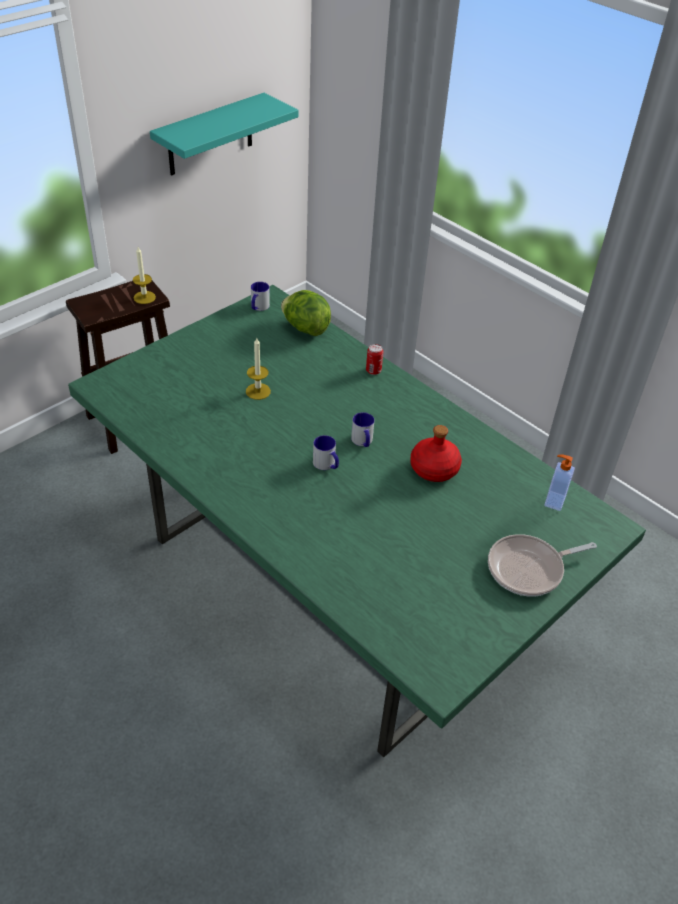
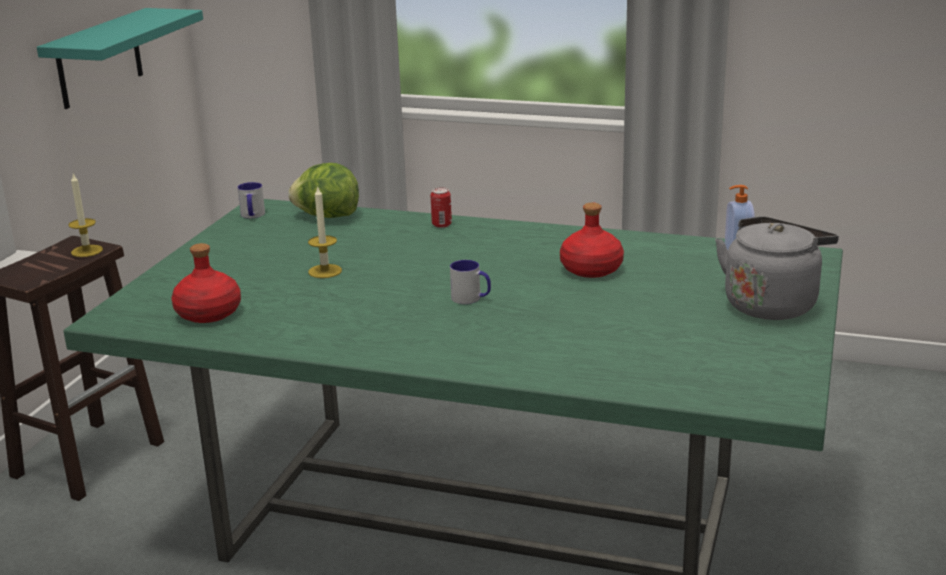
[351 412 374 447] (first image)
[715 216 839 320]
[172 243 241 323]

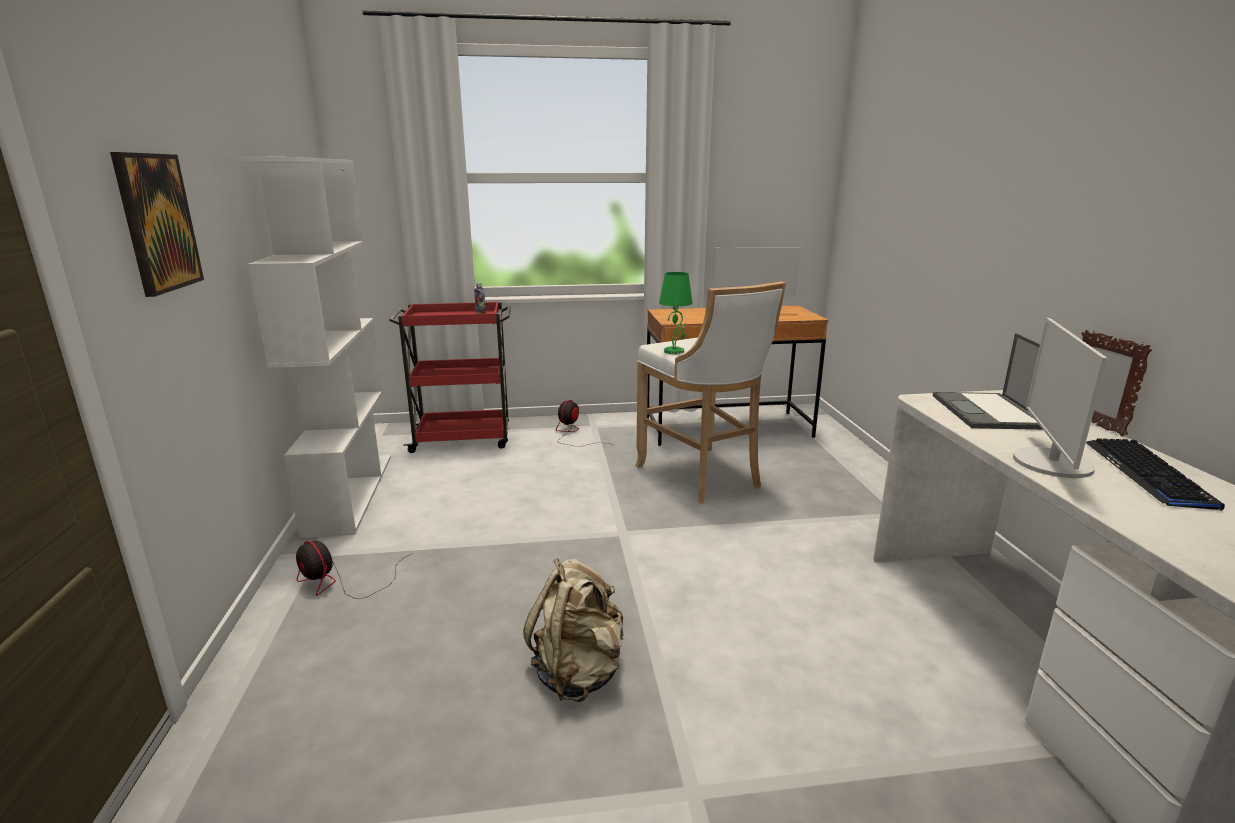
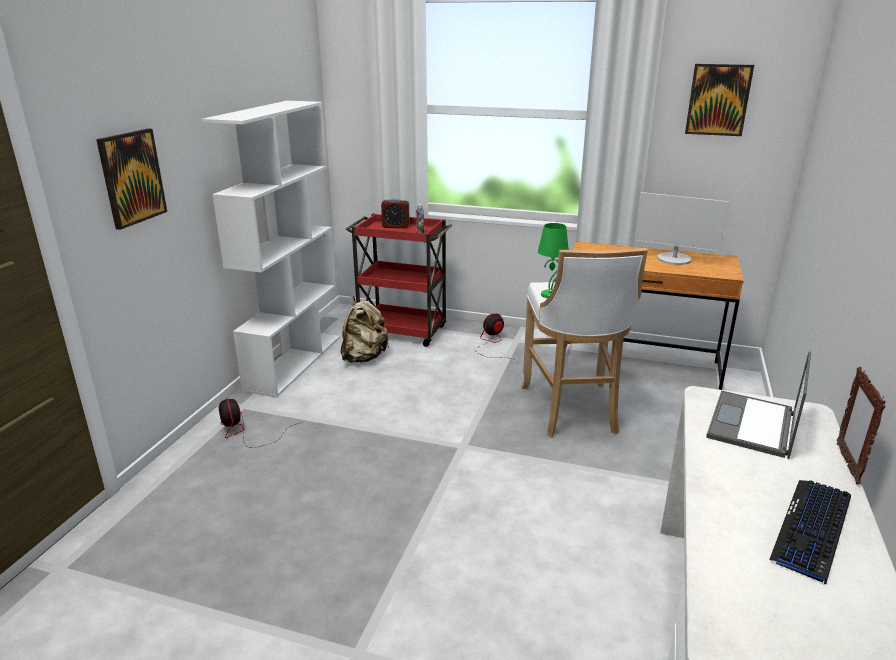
[1013 318 1108 478] (first image)
[341 296 389 363]
[685 64 754 136]
[381 198 410 228]

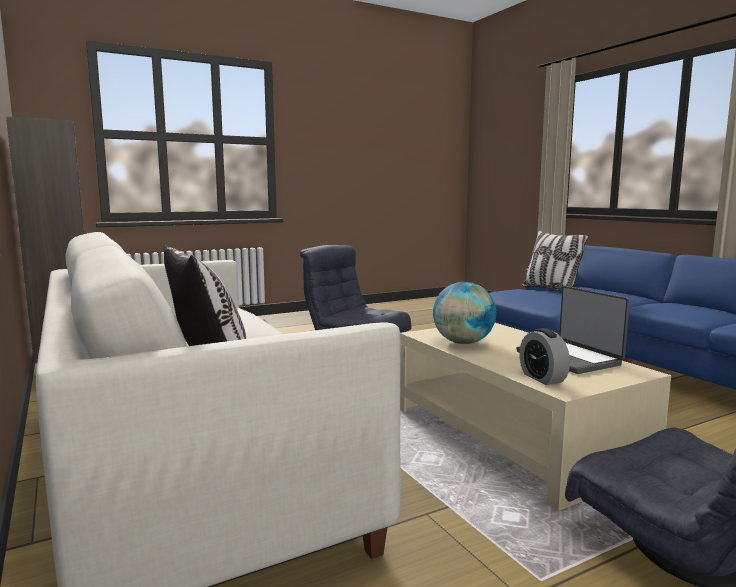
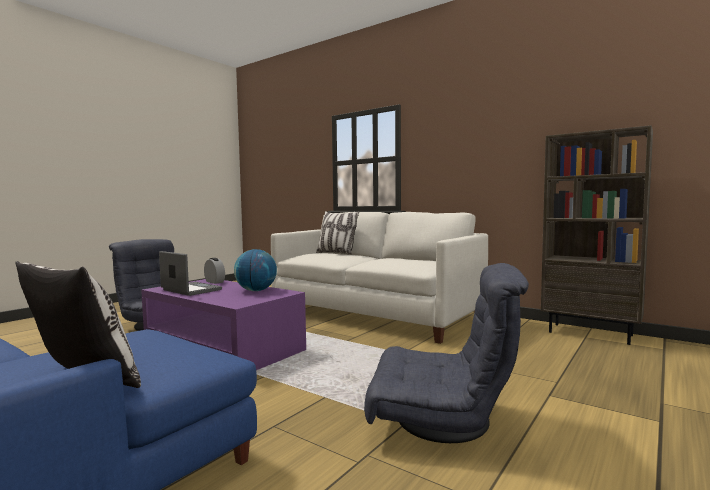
[141 279 306 370]

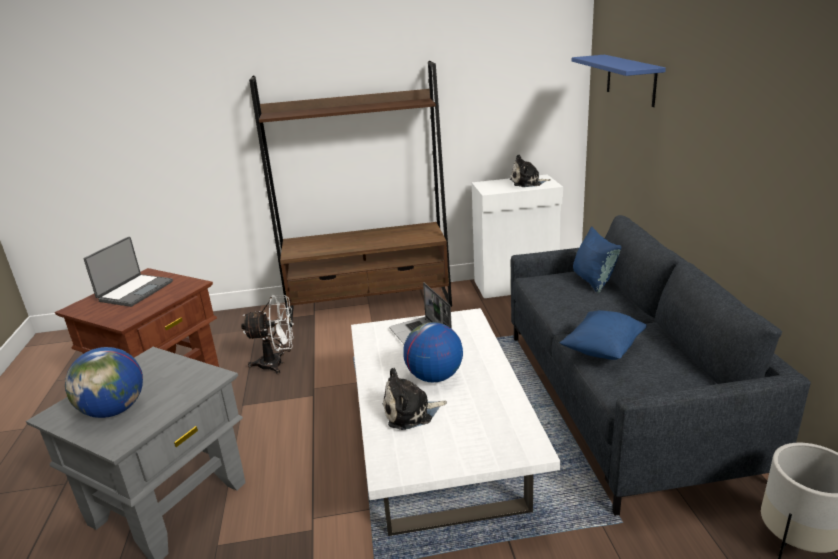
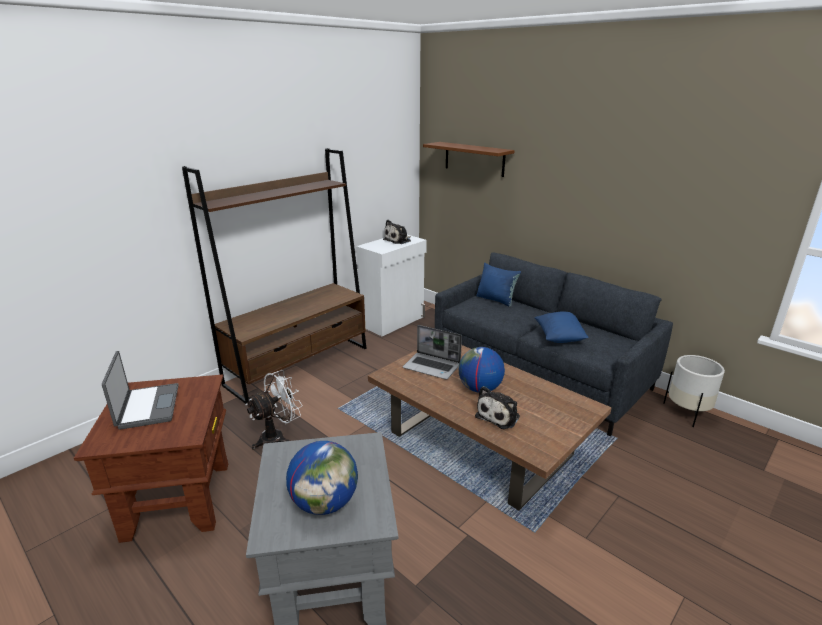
[423 142 515 177]
[368 345 612 510]

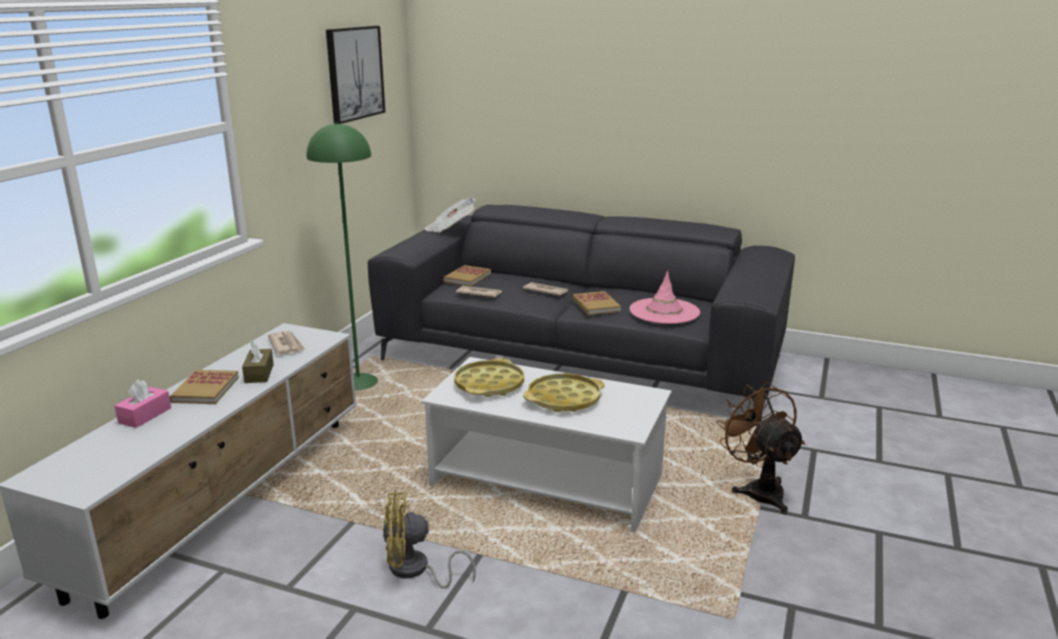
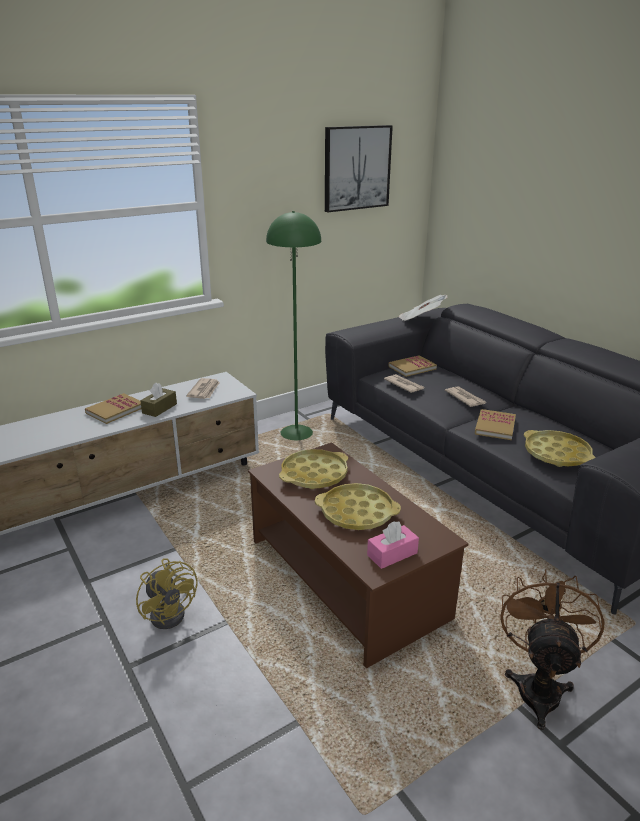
[524 430 596 467]
[248 442 468 668]
[367 521 419 569]
[136 558 197 629]

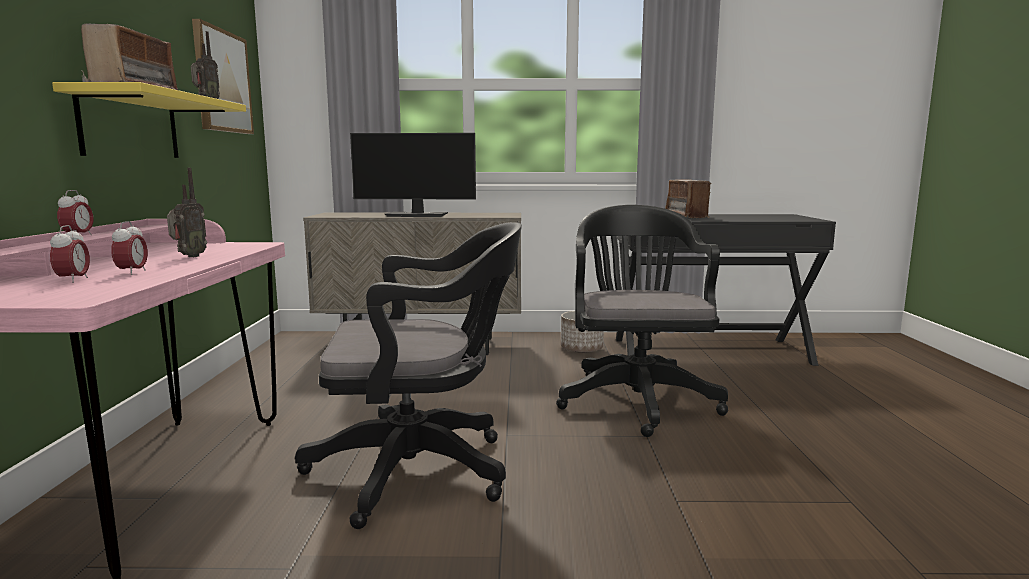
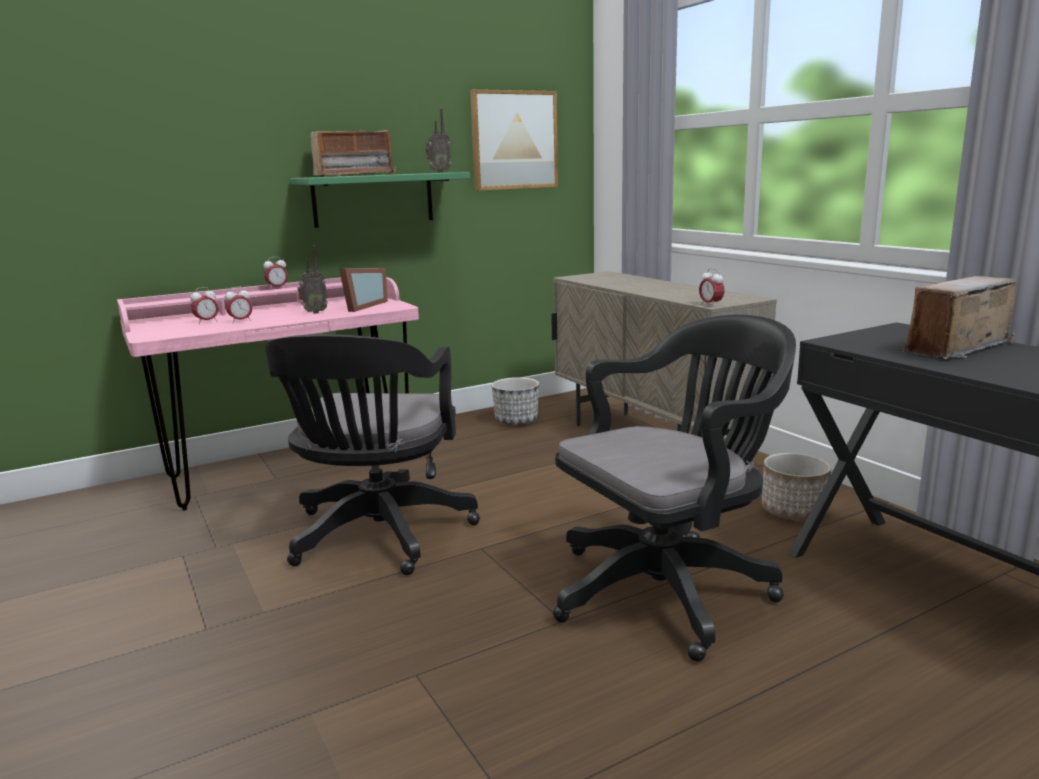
[291 172 470 228]
[350 133 476 217] (first image)
[264 334 480 575]
[339 268 388 312]
[699 268 725 307]
[492 377 539 426]

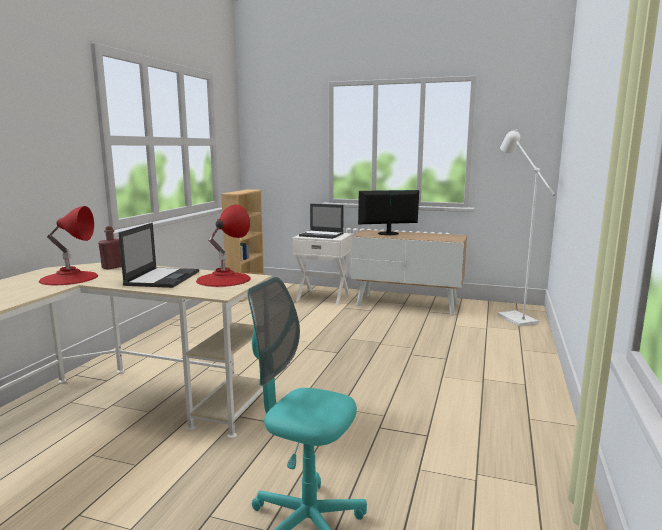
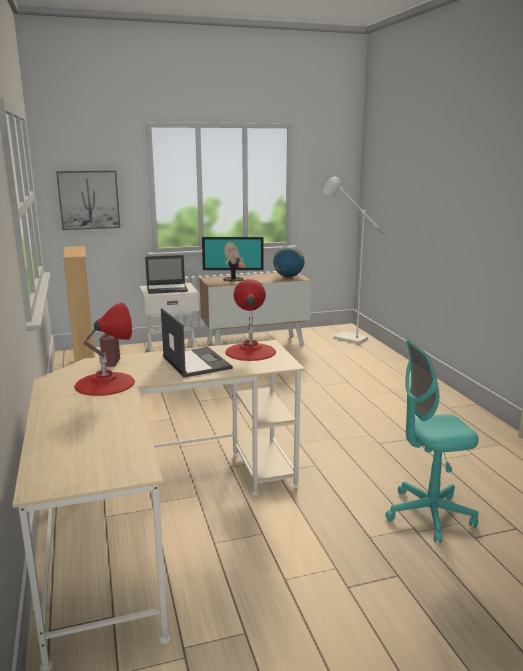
[202 237 263 282]
[56 170 120 230]
[273 246 305 277]

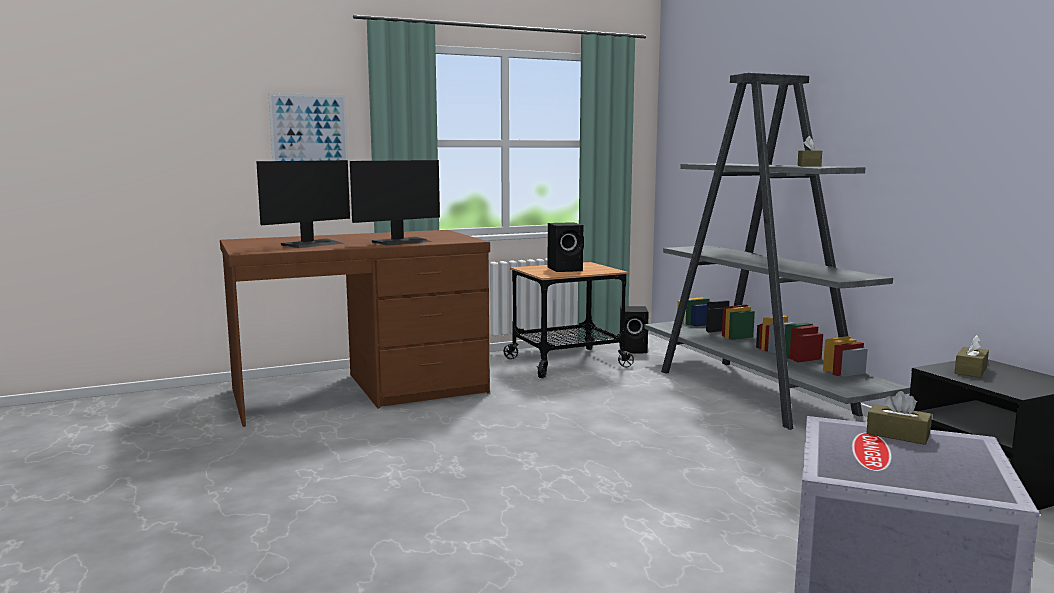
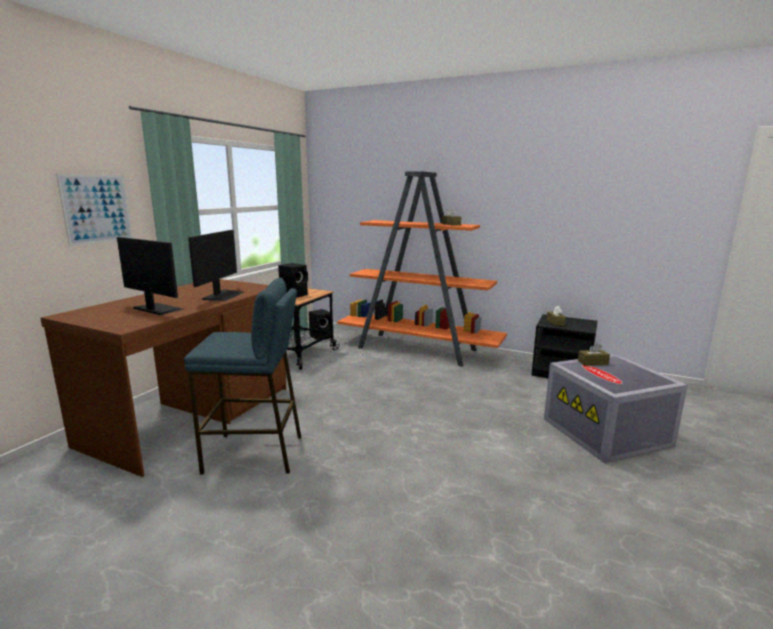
[337 171 507 367]
[117 237 184 315]
[184 277 301 475]

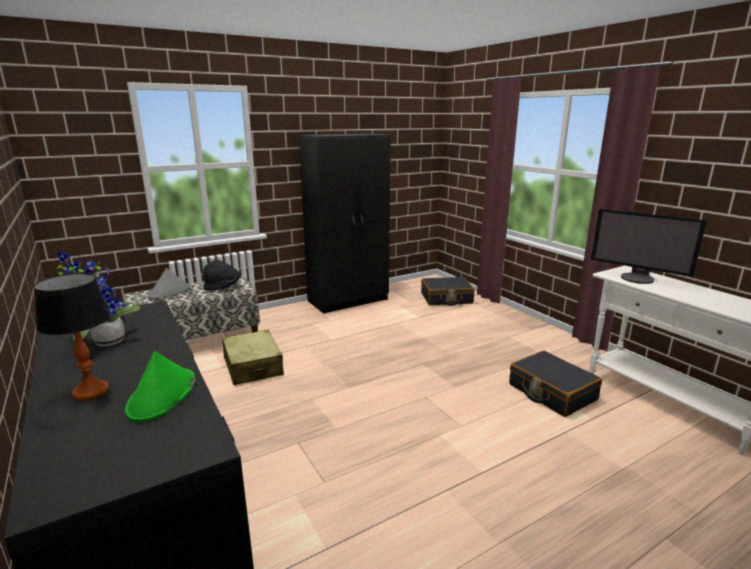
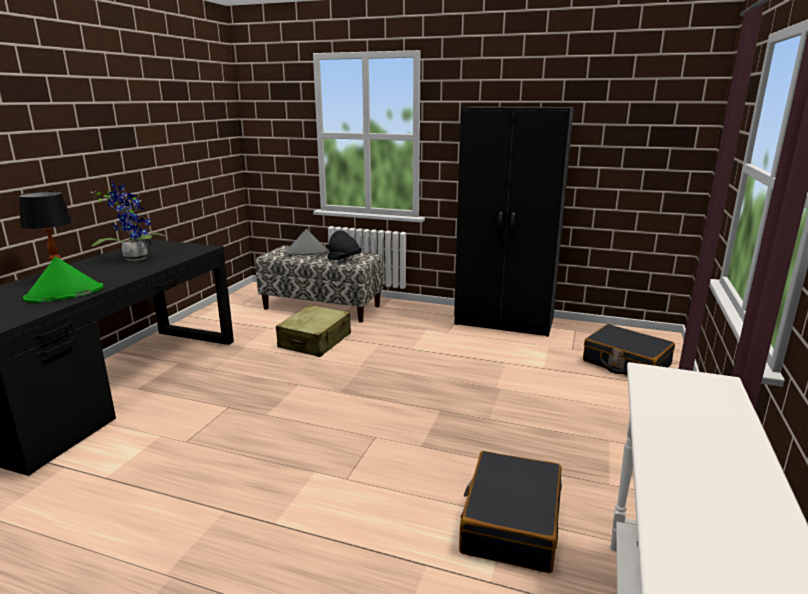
[591 209 707 284] (first image)

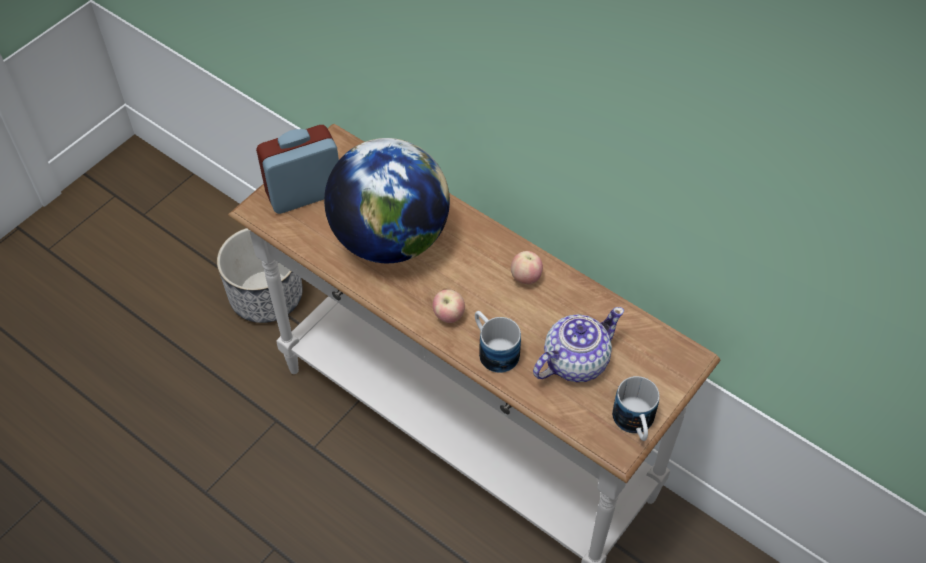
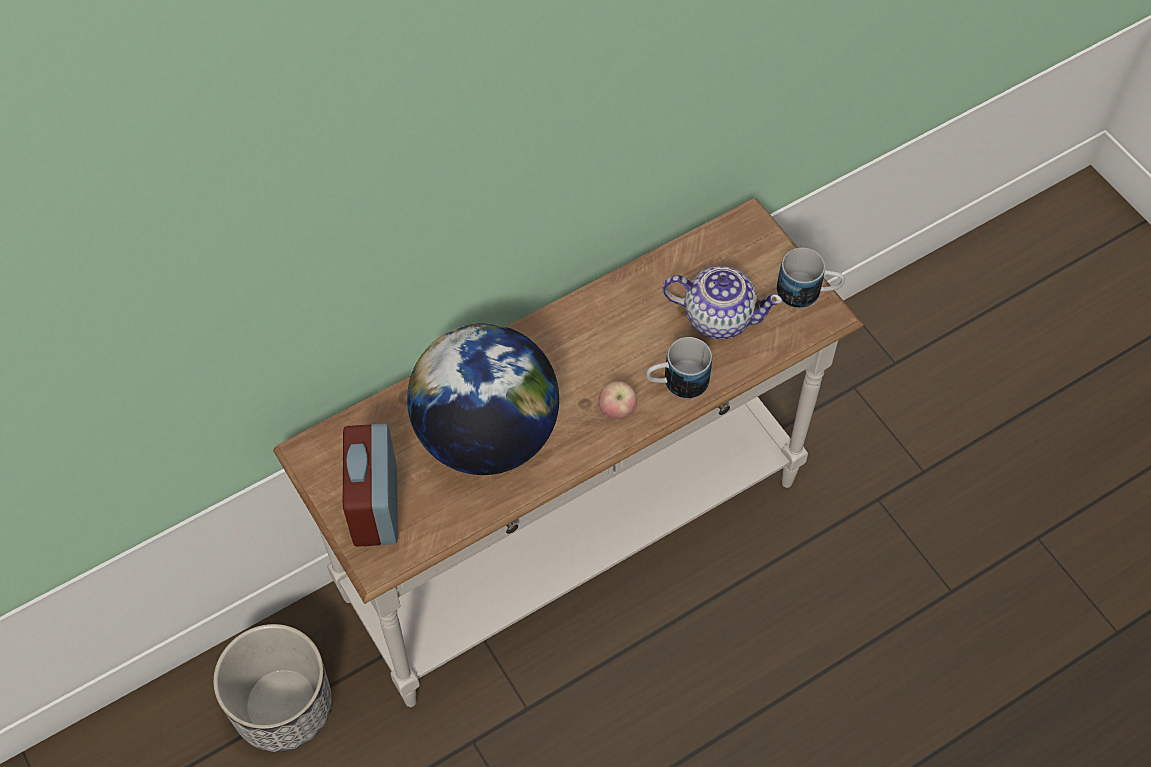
[511 251 543 284] (first image)
[663 266 783 339]

